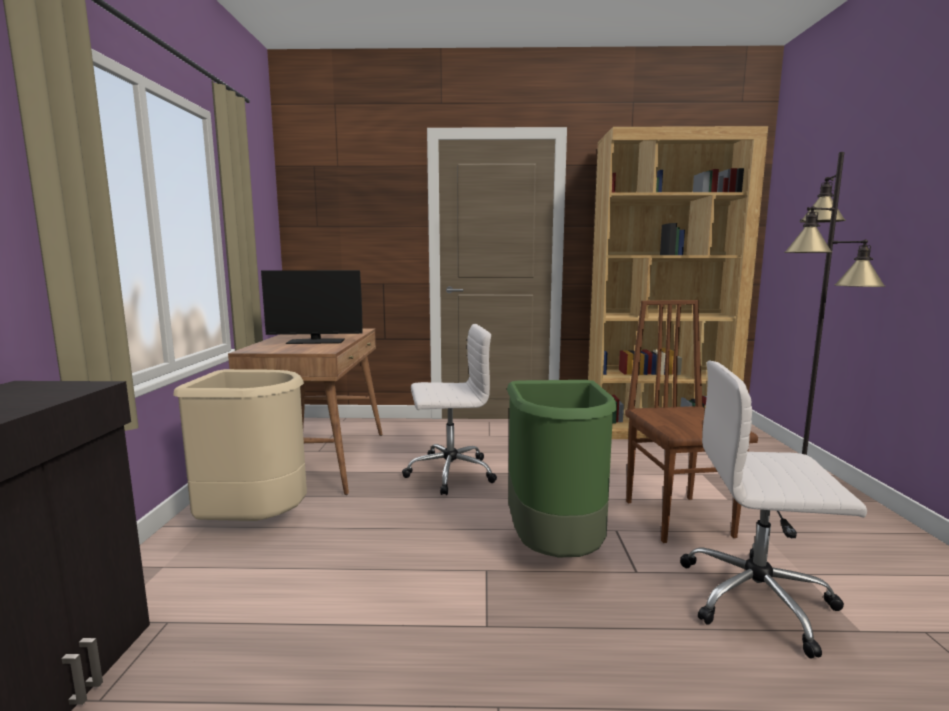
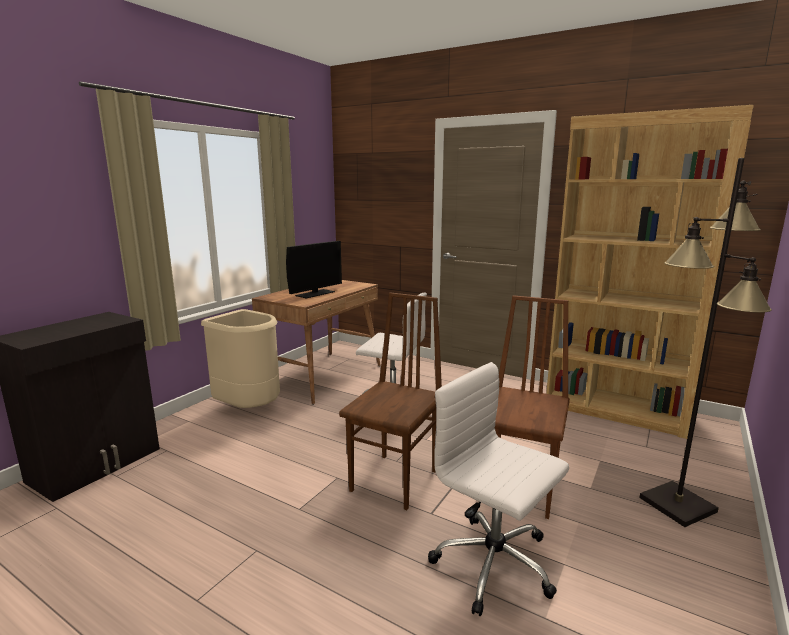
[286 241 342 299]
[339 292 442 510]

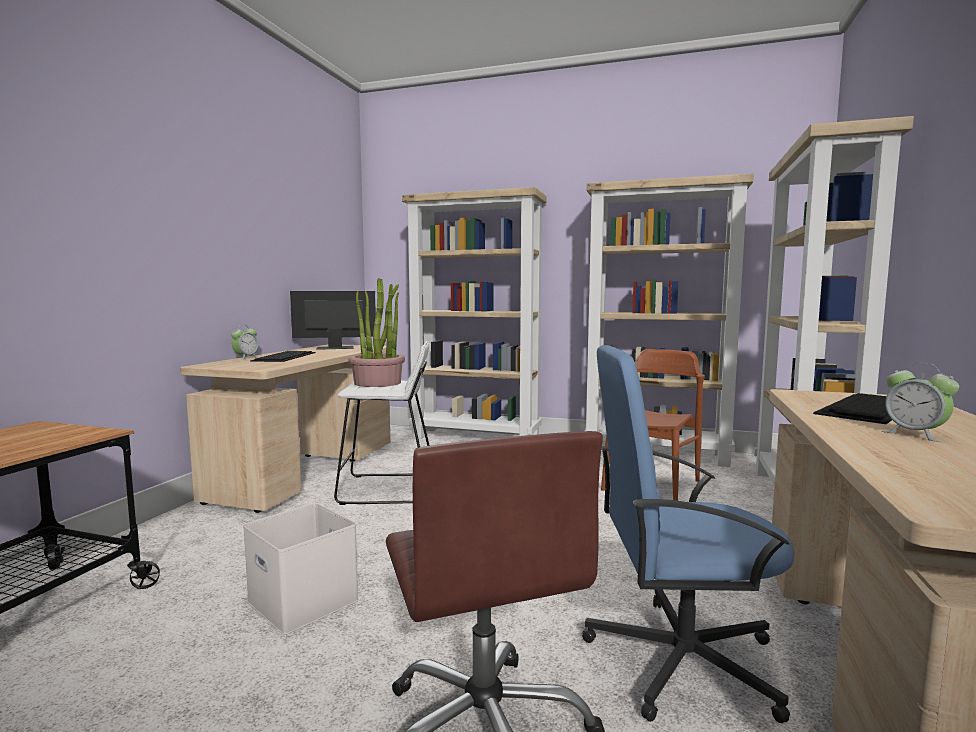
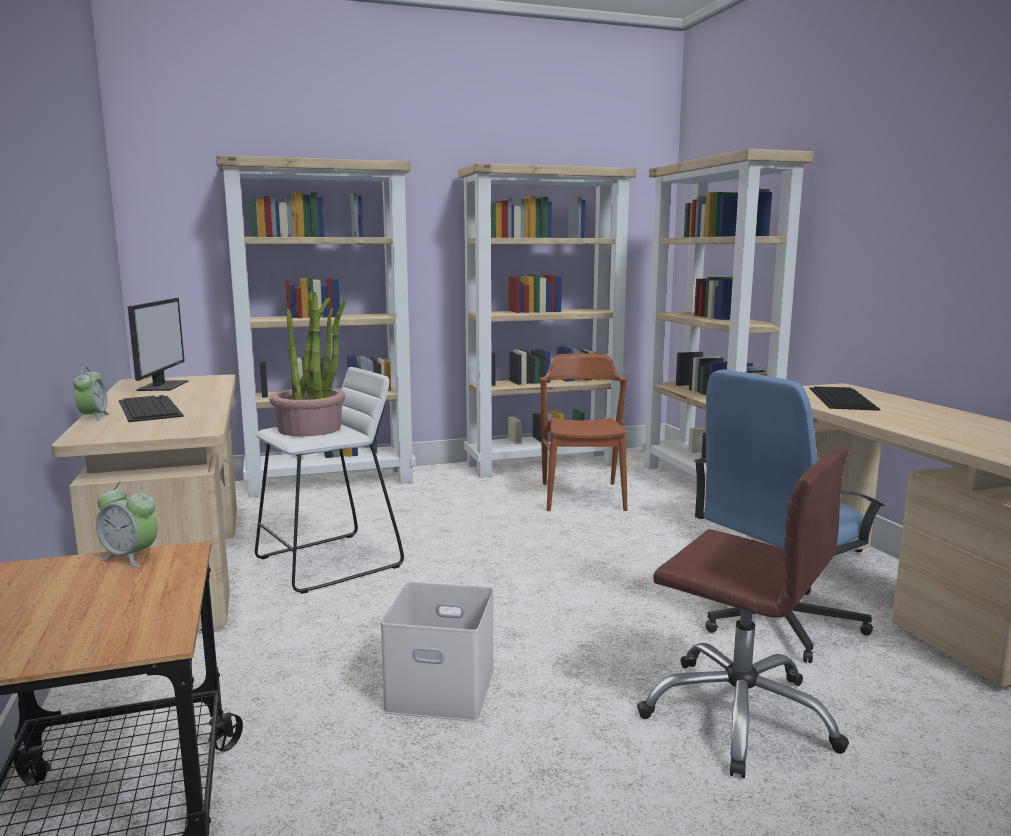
[128 298 189 391]
[96 481 158 567]

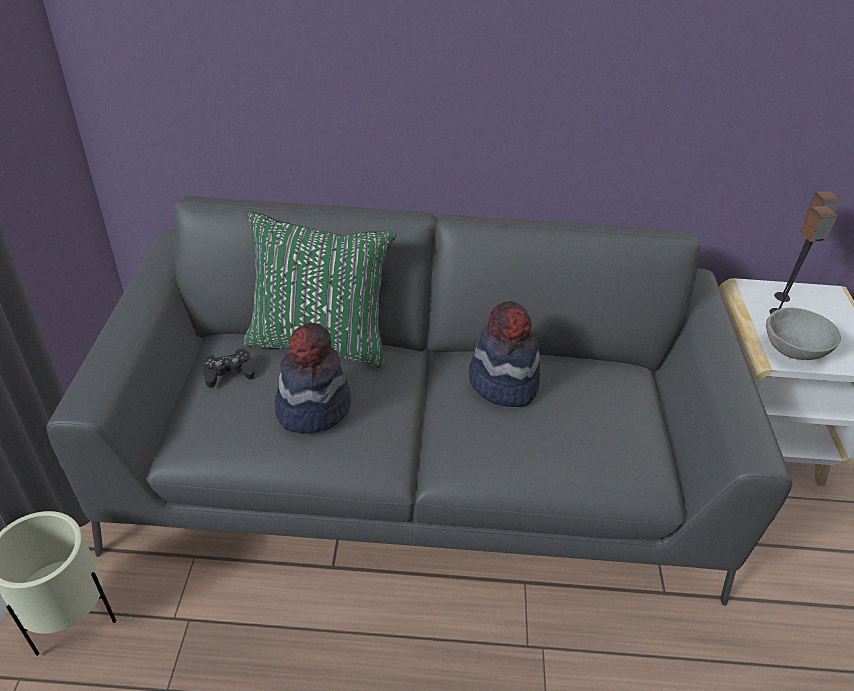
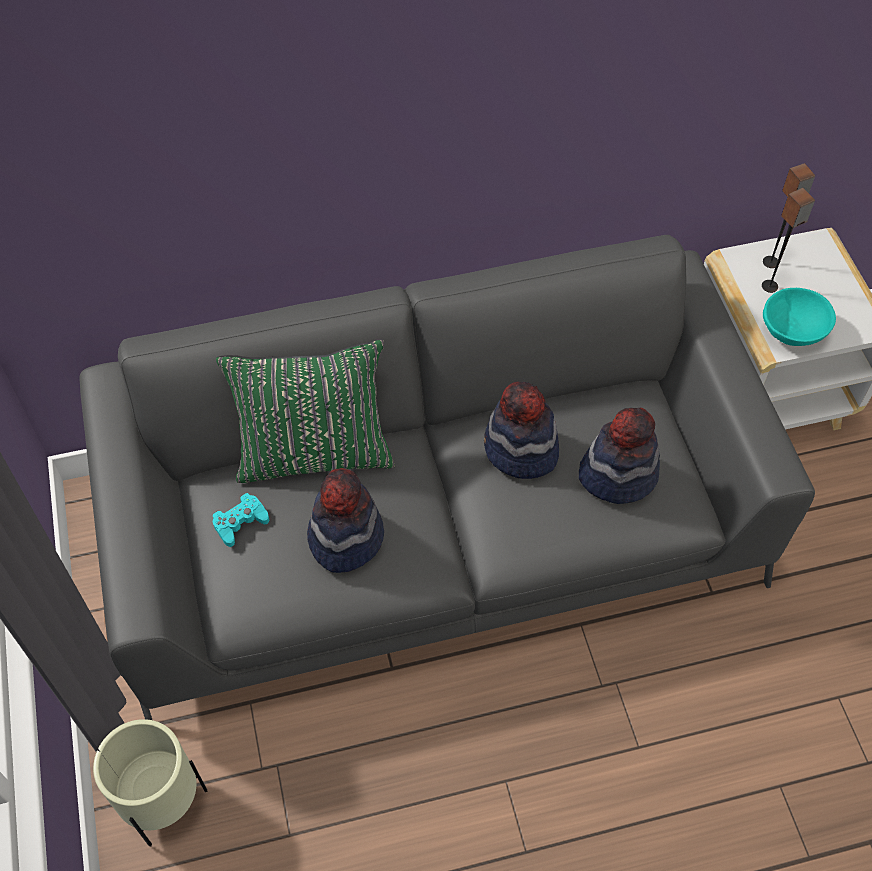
[763 288 836 346]
[213 493 269 547]
[579 408 660 504]

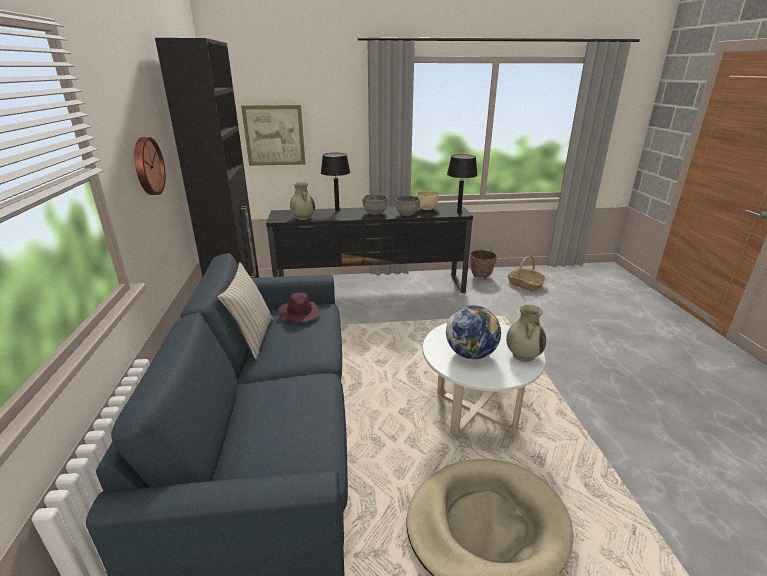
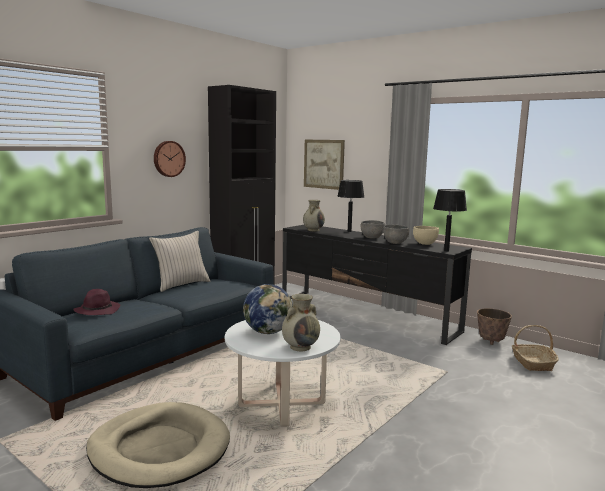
[73 289 121 315]

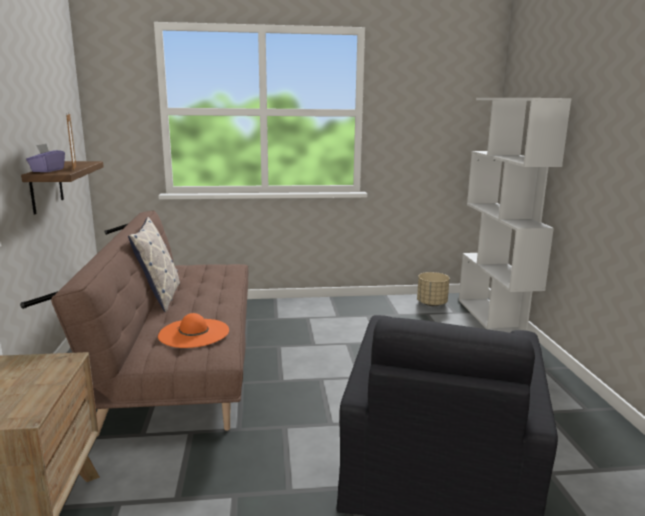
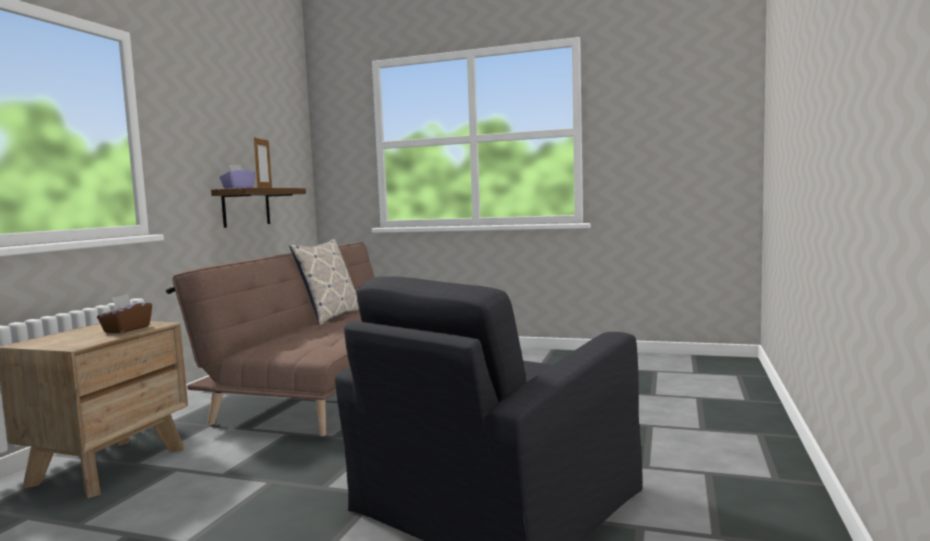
[459 98 571 333] (first image)
[417 272 450 306] (first image)
[158 313 229 348] (first image)
[97 294 152 333]

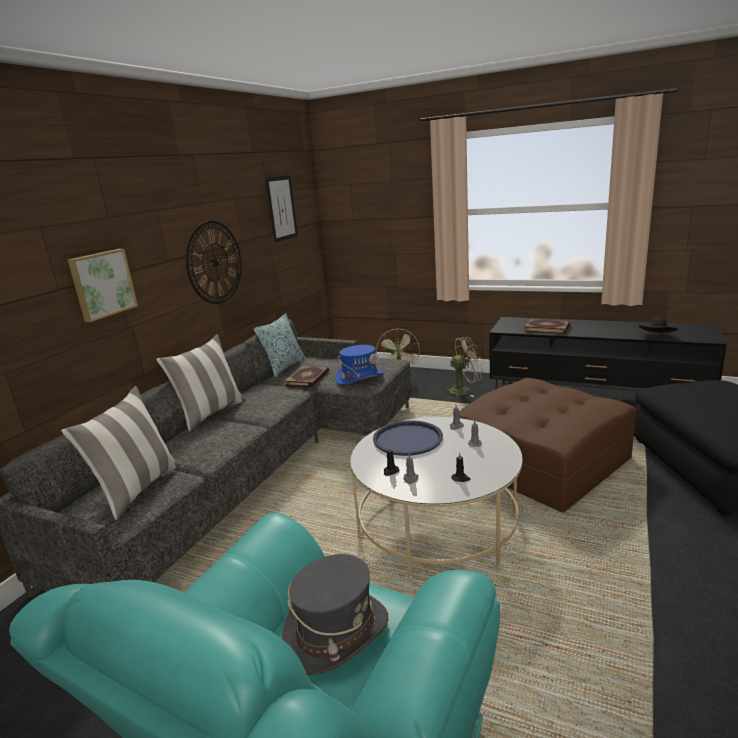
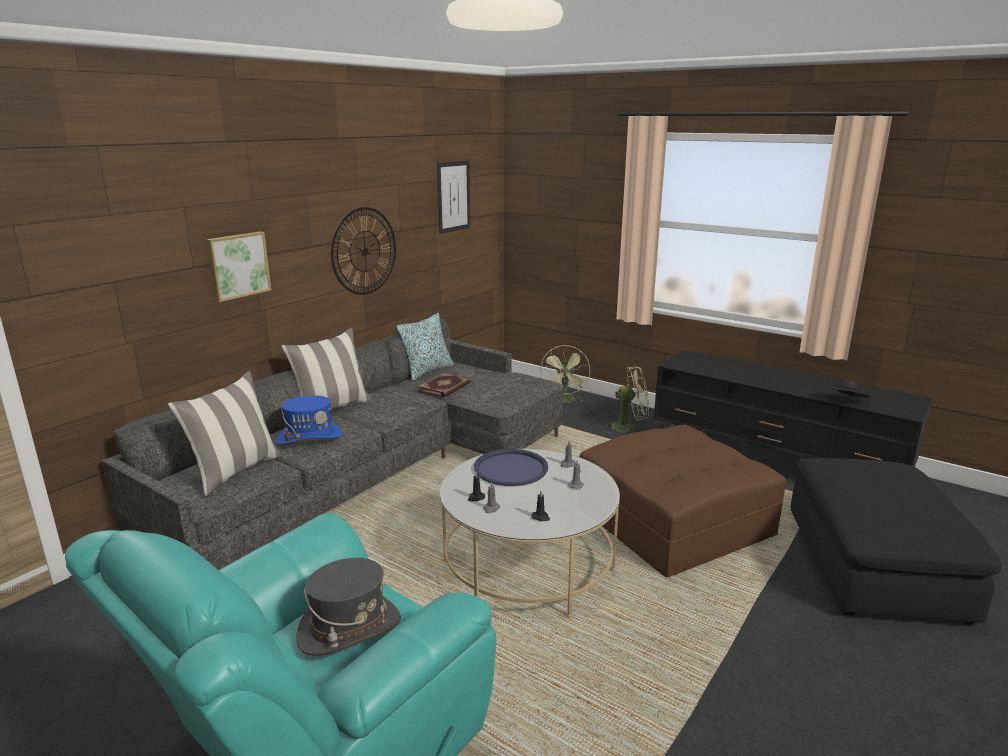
[523 319 570 334] (first image)
[276 395 343 445]

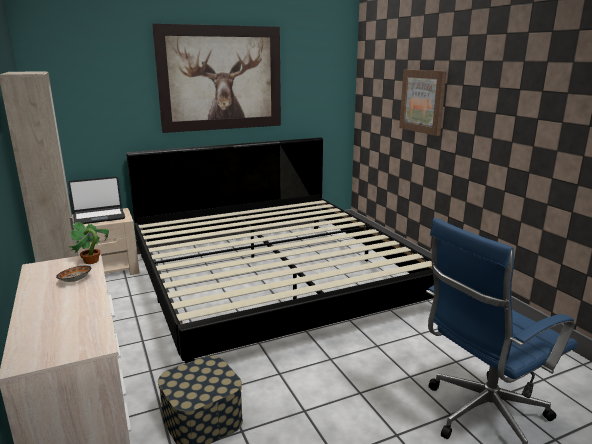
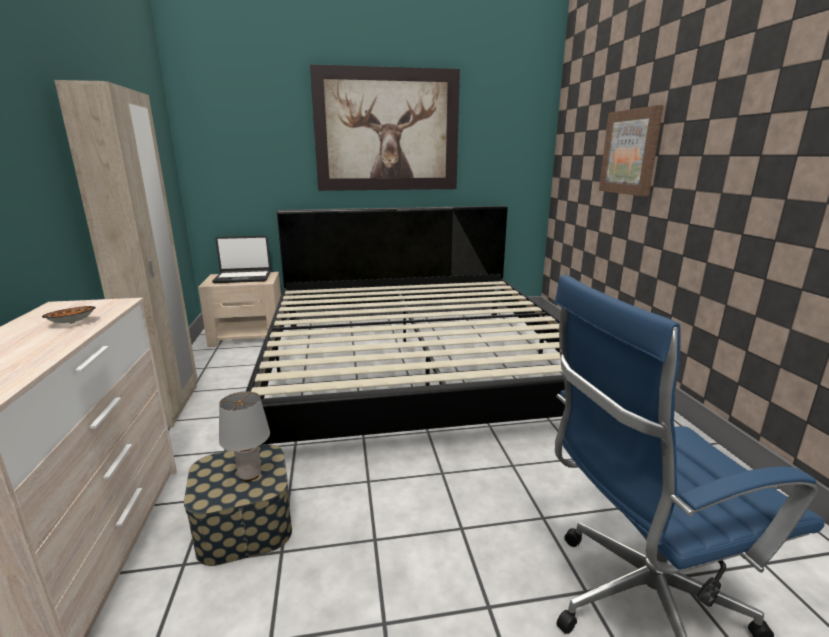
[67 222 109 264] (first image)
[219 391 270 481]

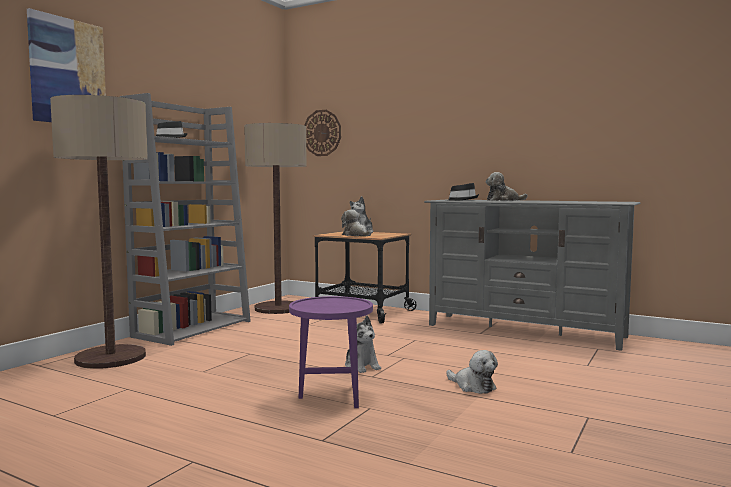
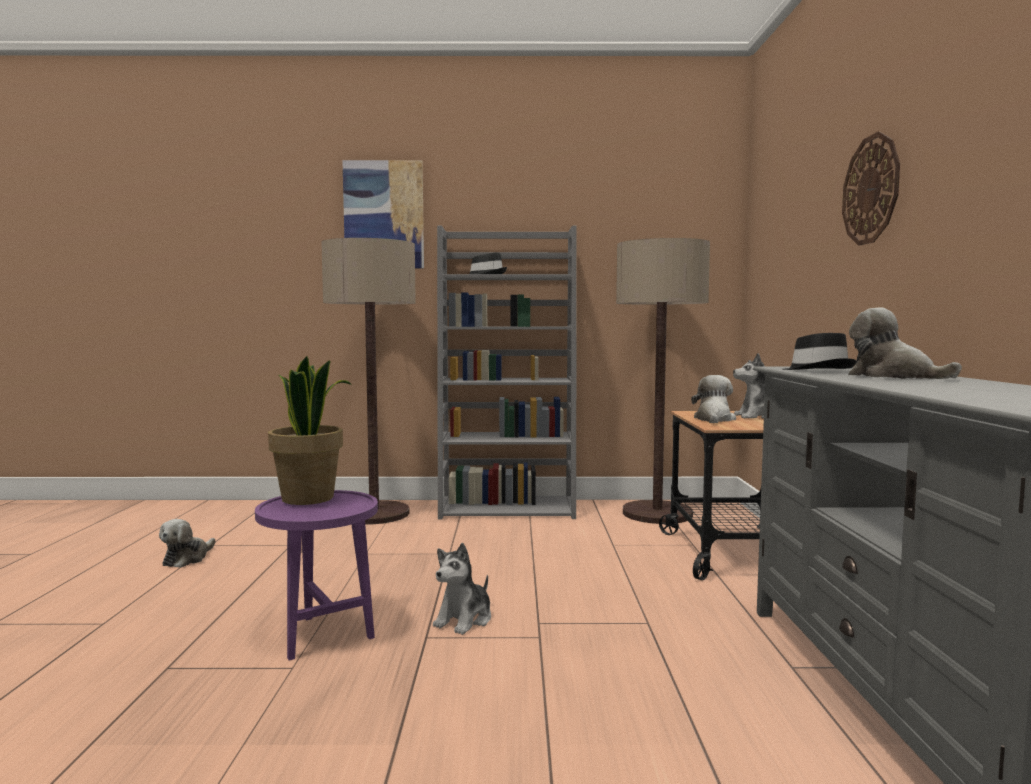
[842 131 900 246]
[159 519 216 568]
[268 356 352 505]

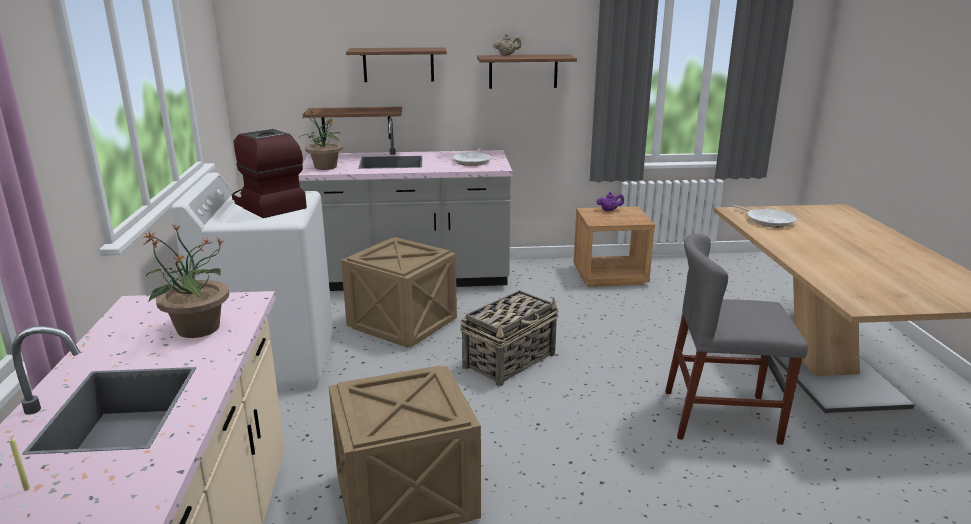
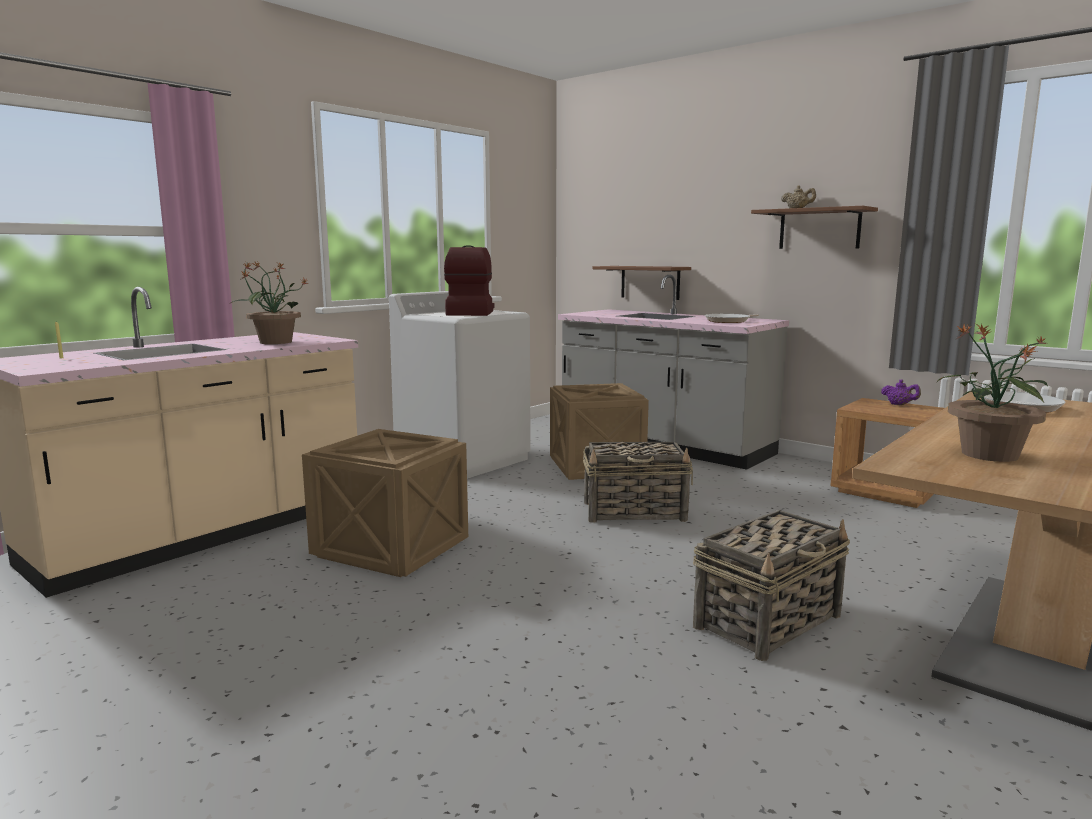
[346 47 447 82] (first image)
[936 323 1048 462]
[693 510 850 661]

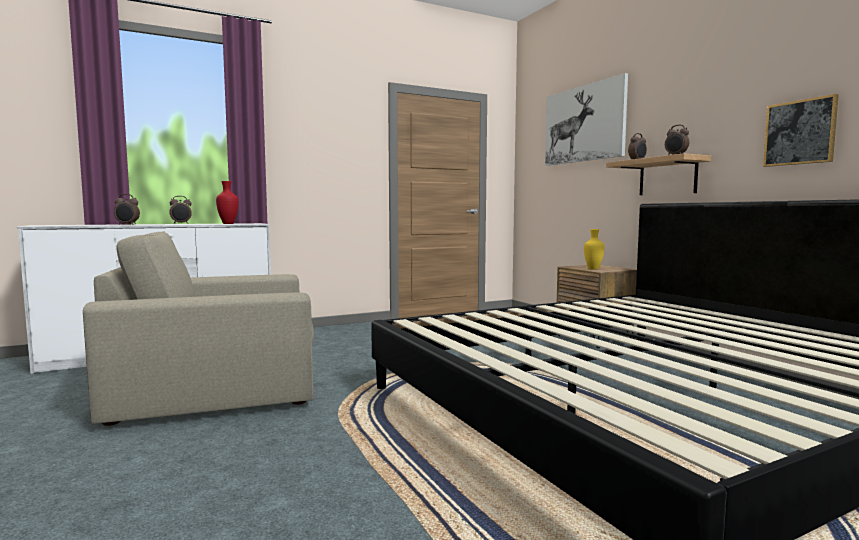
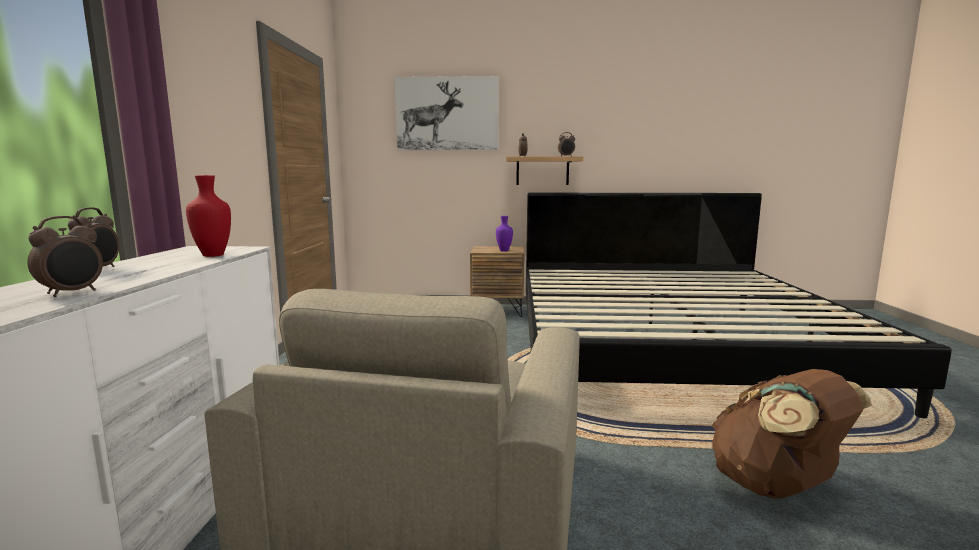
[763 94 839 167] (first image)
[496 216 513 252]
[712 369 872 499]

